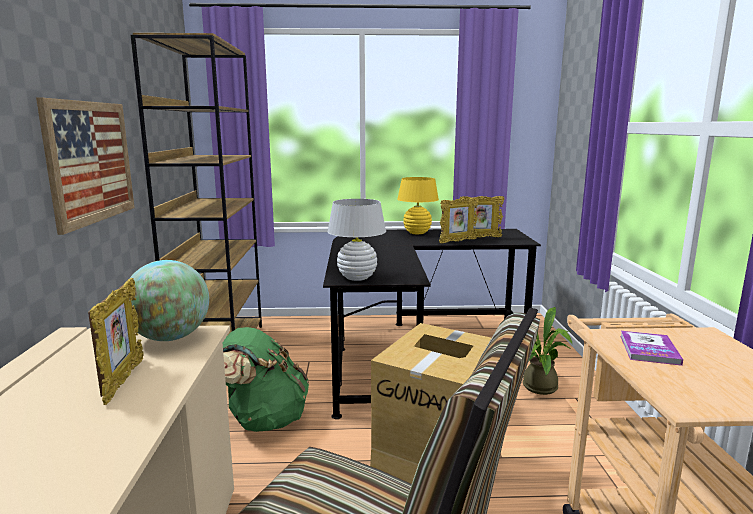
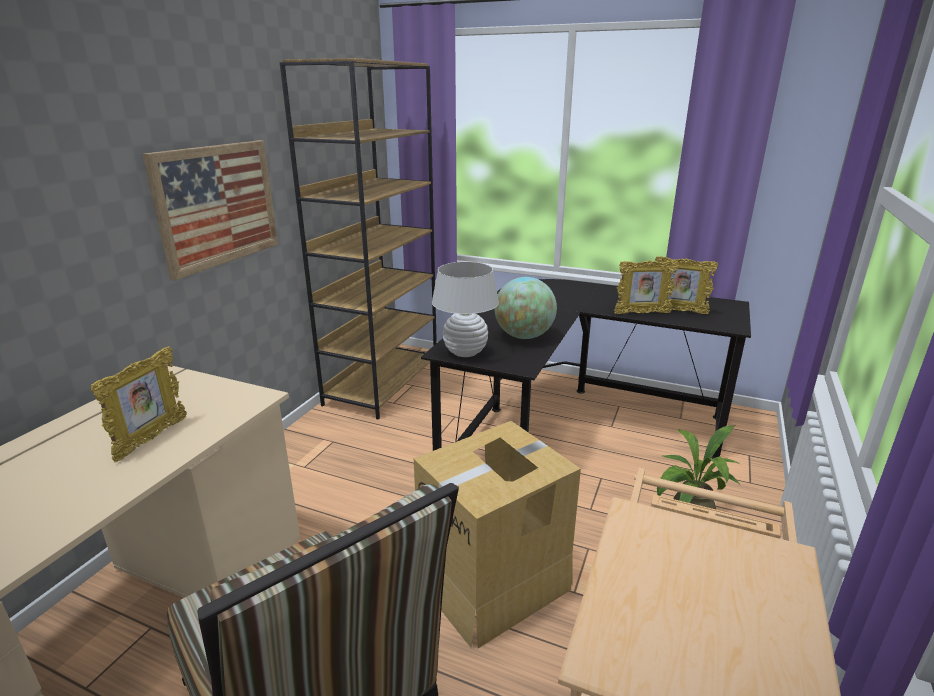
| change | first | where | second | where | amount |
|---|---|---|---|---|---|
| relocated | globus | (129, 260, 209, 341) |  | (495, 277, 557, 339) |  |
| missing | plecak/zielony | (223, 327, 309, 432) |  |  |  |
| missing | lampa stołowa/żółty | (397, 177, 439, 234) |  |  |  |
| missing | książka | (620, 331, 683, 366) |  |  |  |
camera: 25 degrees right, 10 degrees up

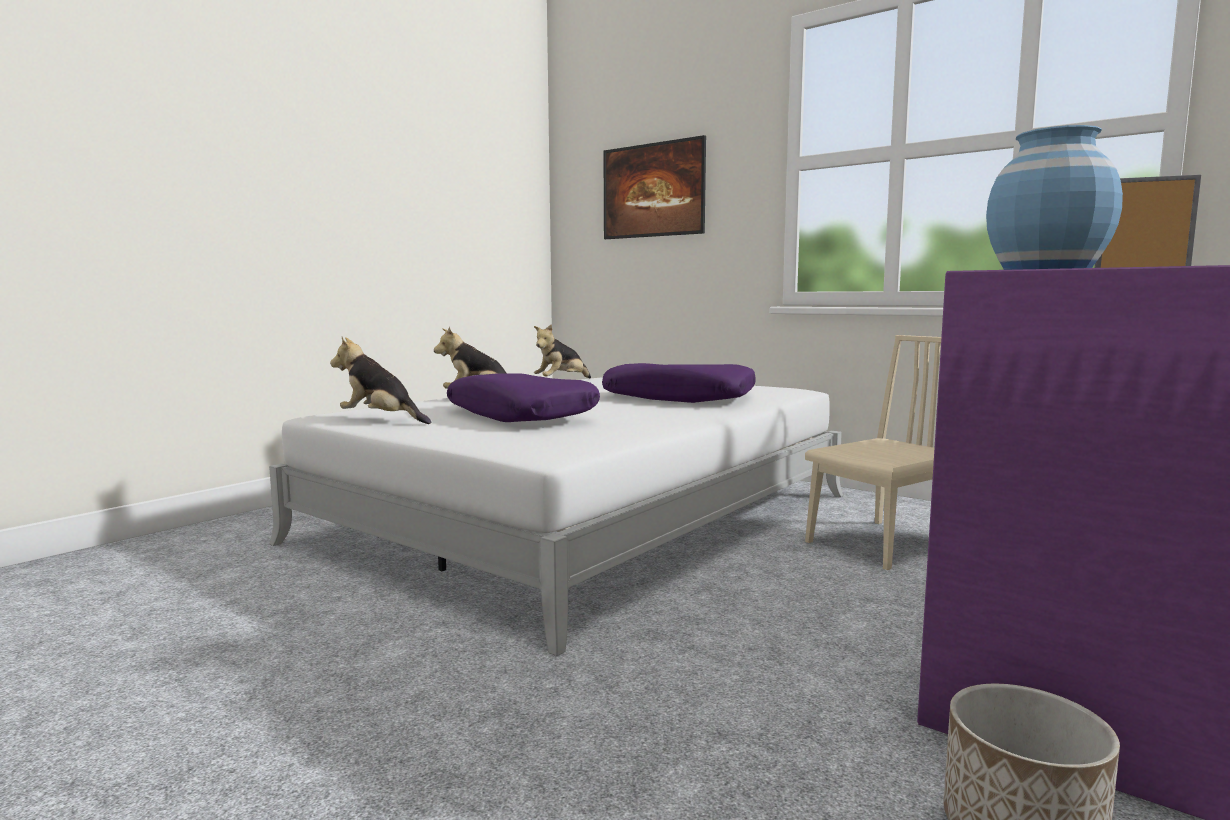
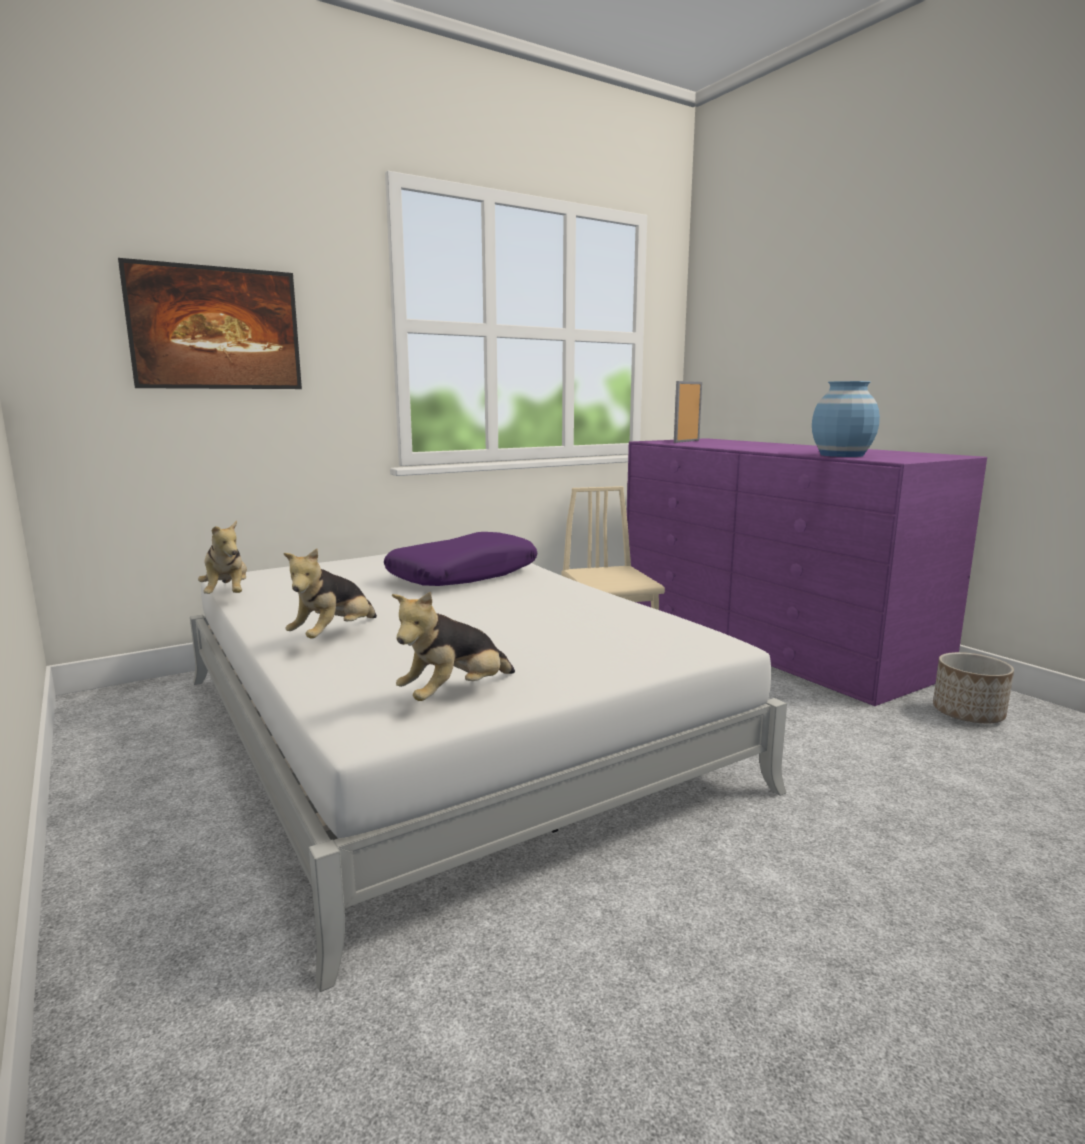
| change | first | where | second | where | amount |
|---|---|---|---|---|---|
| missing | poduszka/fioletowy | (447, 373, 600, 422) |  |  |  |
camera: 70 degrees left, 5 degrees up

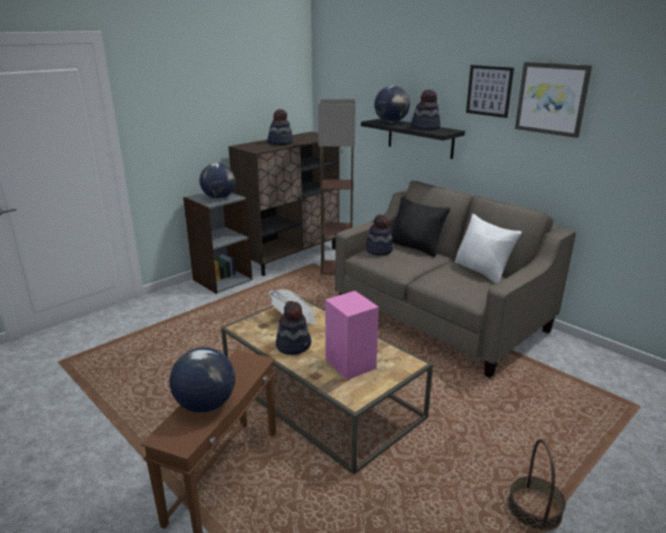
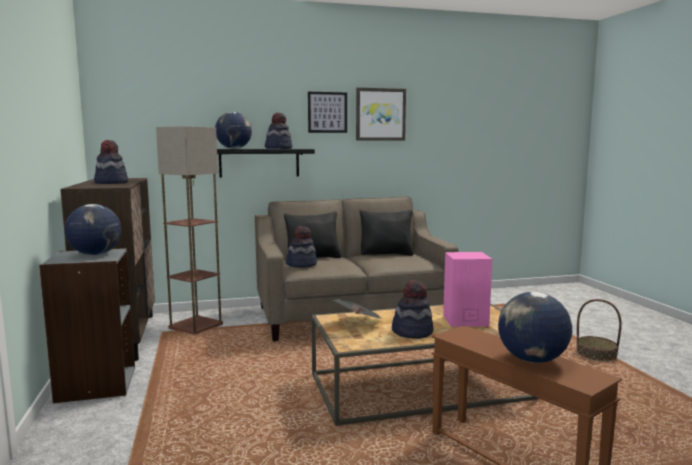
| change | first | where | second | where | amount |
|---|---|---|---|---|---|
| colour | poduszka/biały | (455, 214, 522, 284) | poduszka/czarny | (360, 210, 414, 256) |  |
camera: 60 degrees left, 15 degrees down

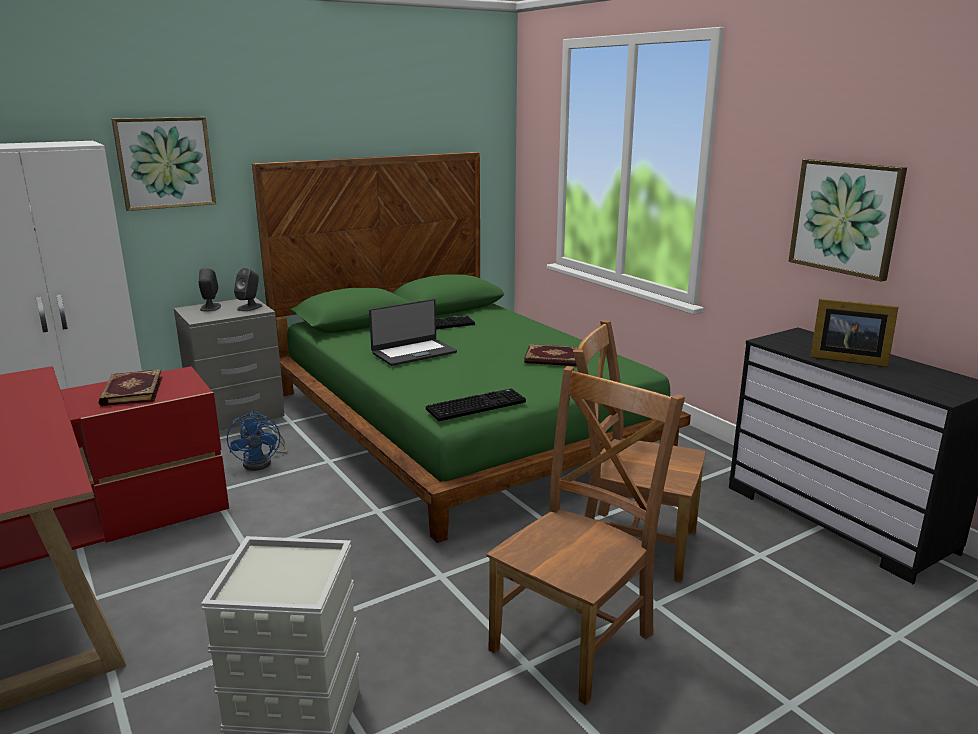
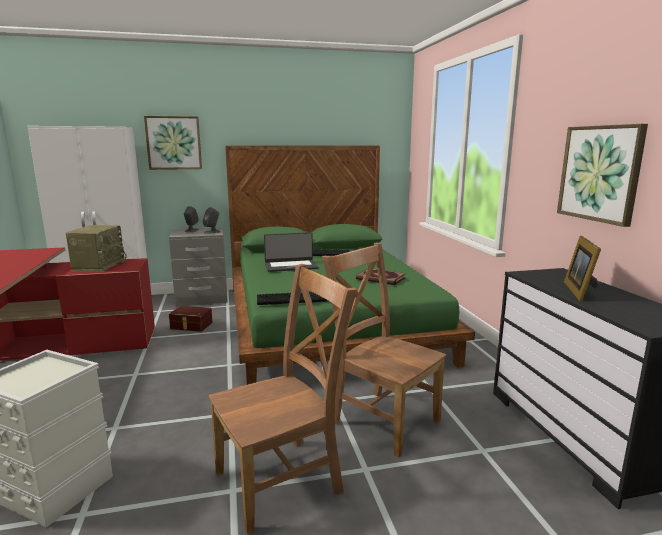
| change | first | where | second | where | amount |
|---|---|---|---|---|---|
| exchanged | książka | (99, 369, 162, 406) | radio | (66, 225, 126, 272) |  |
| exchanged | wentylator/niebieski | (227, 411, 287, 471) | pojemnik do przechowywania/brązowy | (169, 306, 213, 332) |  |
| spun | ramka na zdjęcie | (810, 299, 899, 367) |  | (564, 236, 601, 302) | 60 degrees clockwise |
camera: 20 degrees right, 5 degrees down

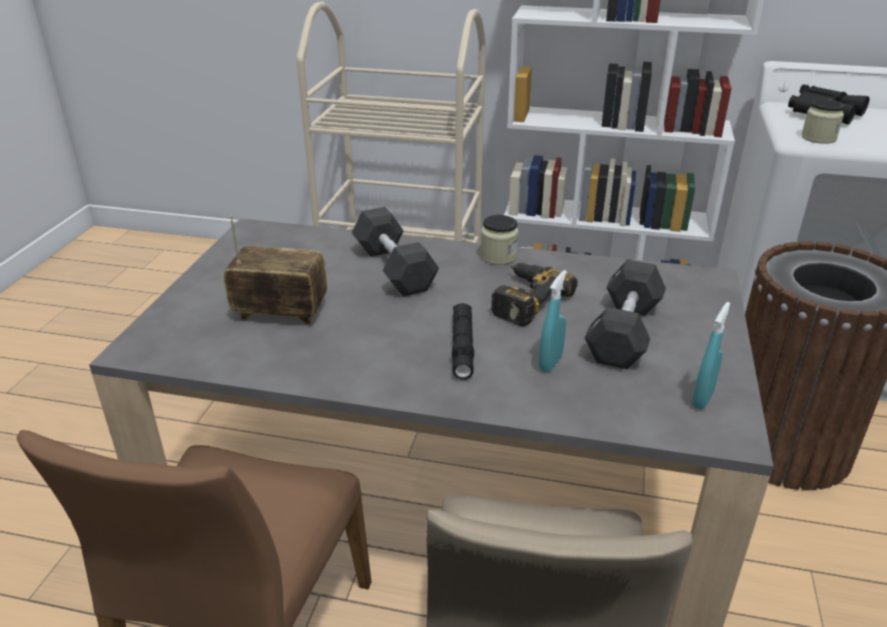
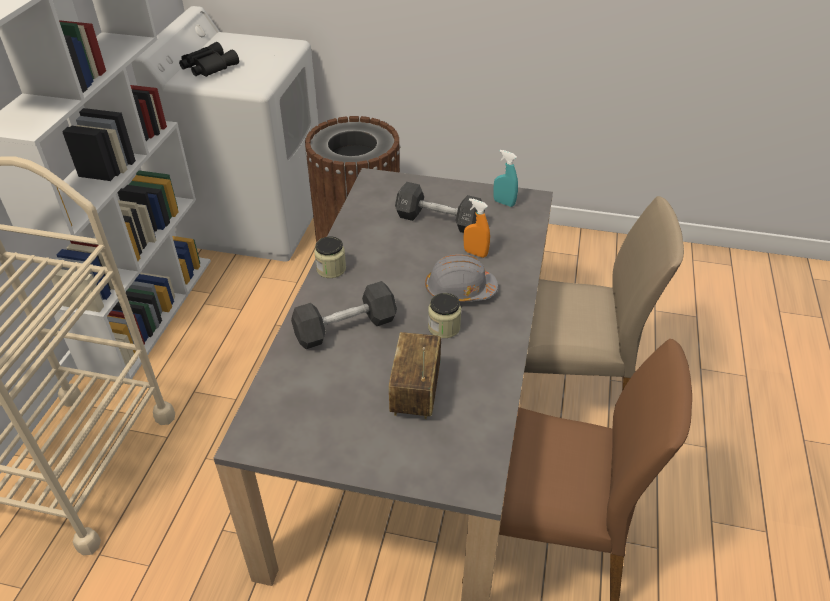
| change | first | where | second | where | amount |
|---|---|---|---|---|---|
| exchanged | latarka/czarny | (452, 303, 474, 380) | kask/szary | (425, 254, 498, 303) |  |
| missing | wiertarka | (491, 263, 578, 326) |  |  |  |
| colour | spryskiwacz/turkusowy | (539, 270, 567, 372) | spryskiwacz/pomarańczowy | (464, 198, 490, 258) |  |
| relocated | słoik | (801, 99, 845, 144) |  | (428, 293, 461, 338) |  |
camera: 90 degrees left, 10 degrees up

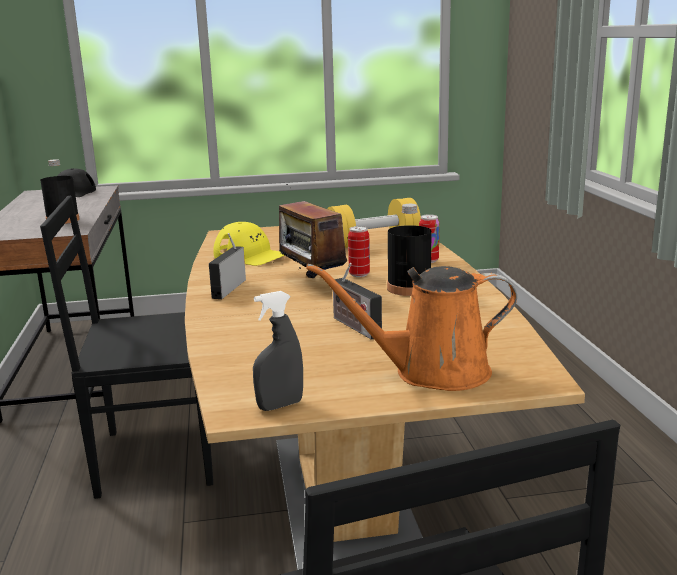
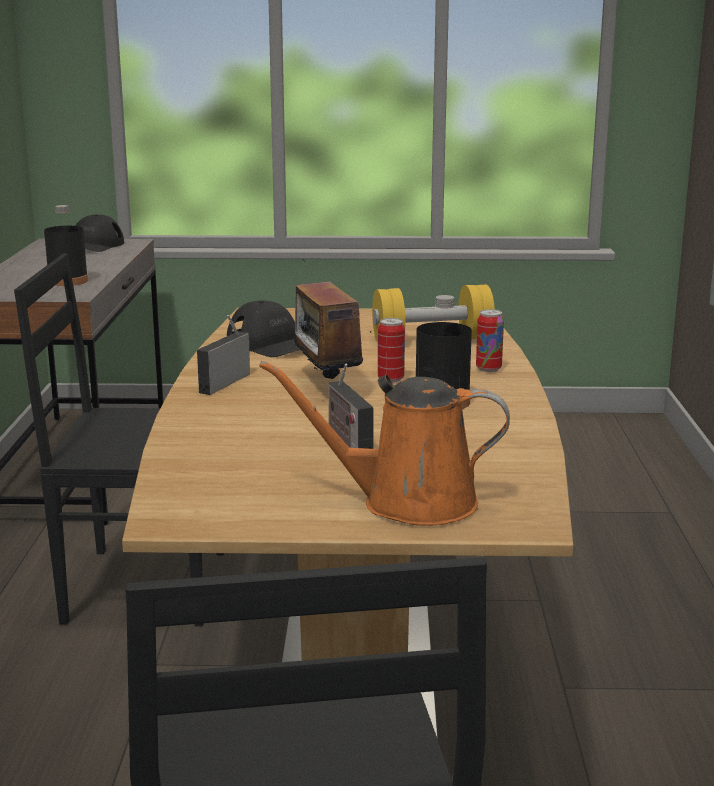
| change | first | where | second | where | amount |
|---|---|---|---|---|---|
| colour | czapka z daszkiem/żółty | (213, 222, 285, 266) | czapka z daszkiem/czarny | (227, 300, 300, 357) |  |
| missing | spryskiwacz/szary | (253, 291, 303, 411) |  |  |  |
camera: 10 degrees right, 0 degrees up

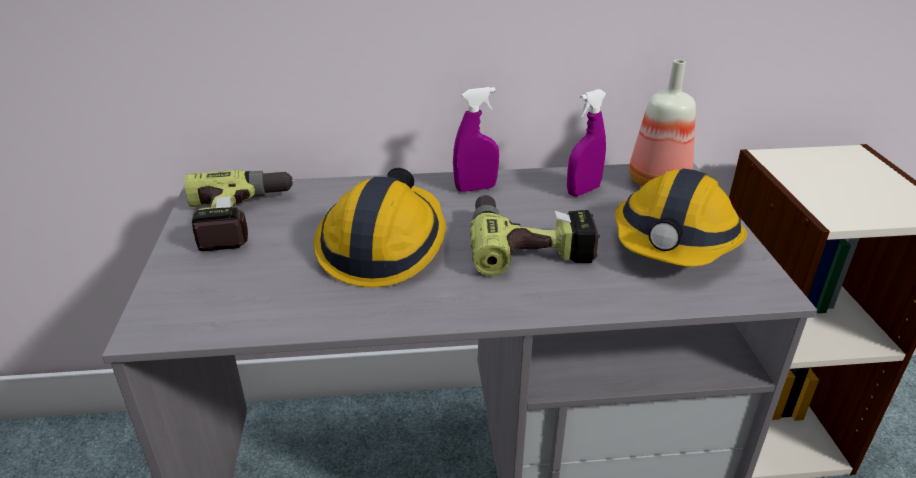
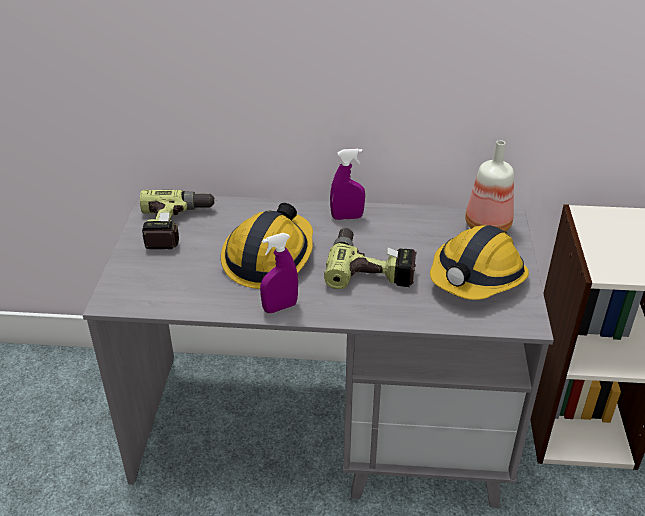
| change | first | where | second | where | amount |
|---|---|---|---|---|---|
| relocated | spryskiwacz/fioletowy | (567, 89, 606, 197) |  | (260, 233, 298, 313) |  |
camera: 10 degrees right, 5 degrees up

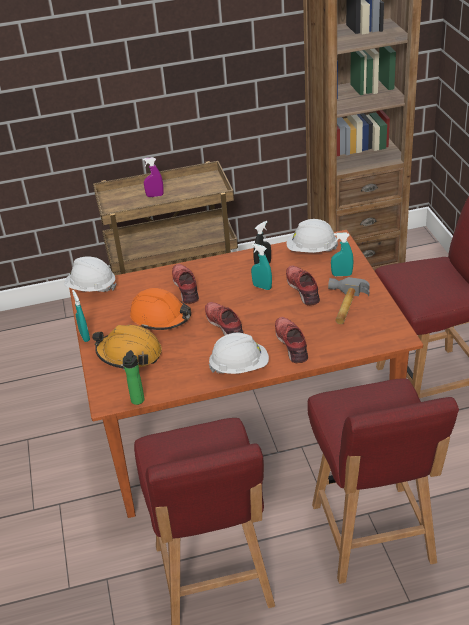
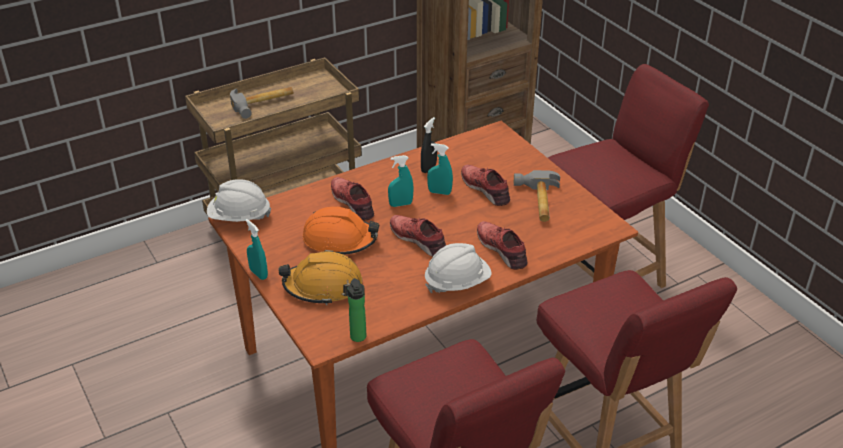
| change | first | where | second | where | amount |
|---|---|---|---|---|---|
| exchanged | spryskiwacz/fioletowy | (143, 157, 164, 197) | młotek | (230, 87, 294, 119) |  |
| missing | kask/biały | (287, 219, 338, 253) |  |  |  |
| relocated | spryskiwacz/turkusowy | (331, 233, 354, 276) |  | (388, 155, 414, 207) |  |
camera: 20 degrees left, 0 degrees up

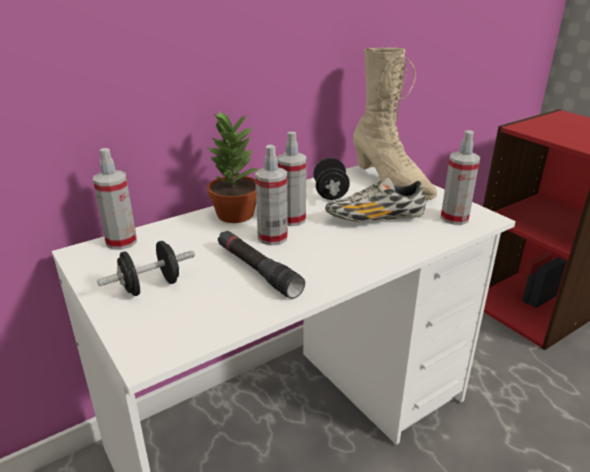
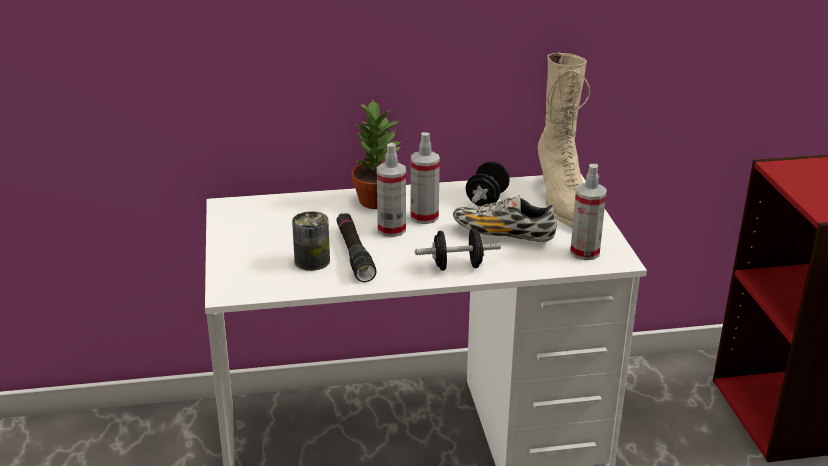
| change | first | where | second | where | amount |
|---|---|---|---|---|---|
| missing | spryskiwacz | (93, 148, 137, 250) |  |  |  |
| relocated | hantel/czarny | (97, 241, 195, 296) |  | (415, 229, 501, 271) |  |
| appeared |  |  | puszka | (292, 211, 330, 271) |  |
camera: 25 degrees right, 0 degrees up

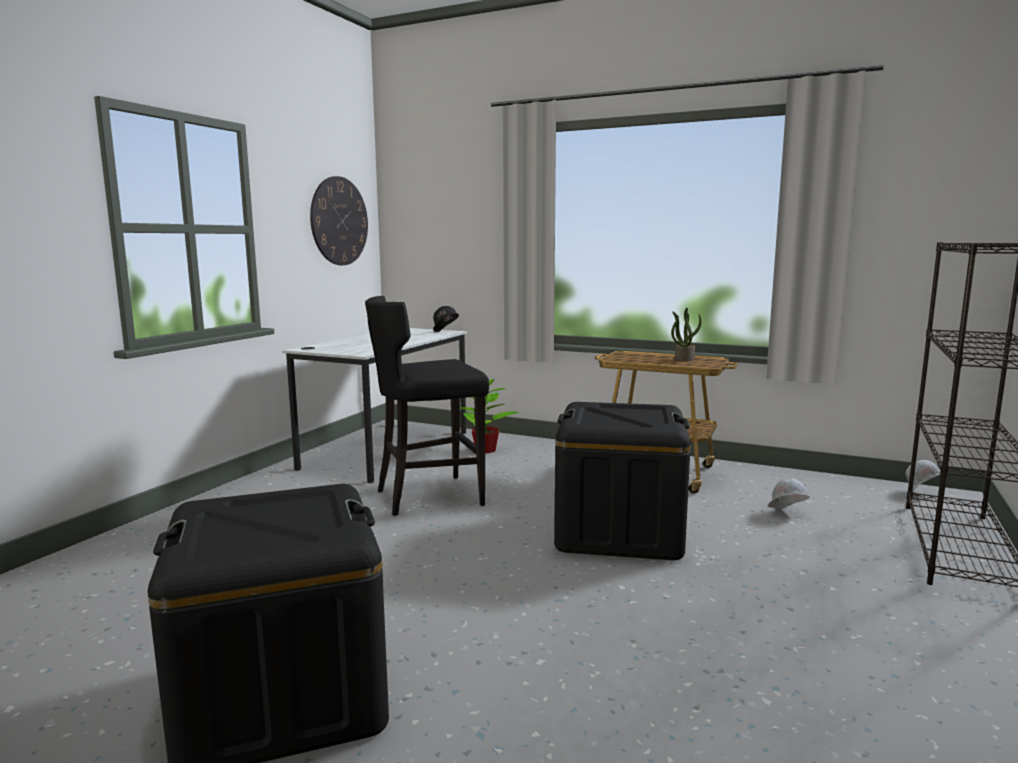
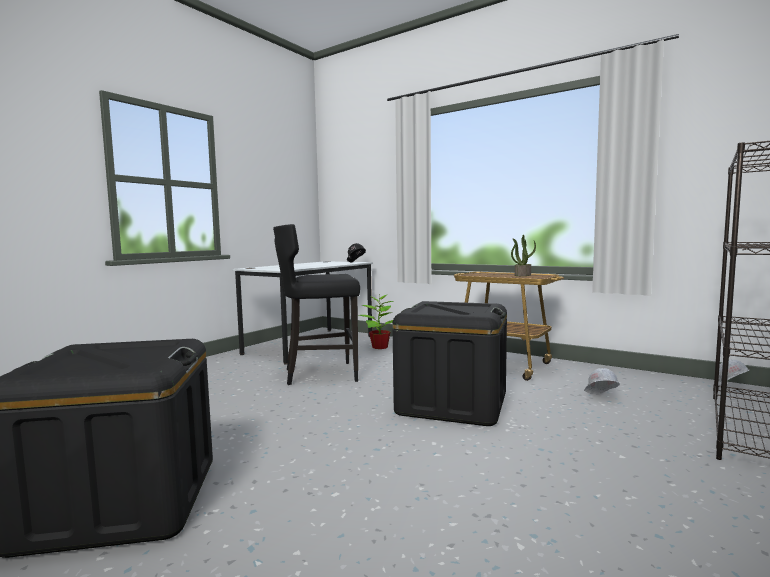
| change | first | where | second | where | amount |
|---|---|---|---|---|---|
| missing | zegar ścienny | (310, 176, 368, 265) |  |  |  |
camera: 10 degrees right, 5 degrees down

